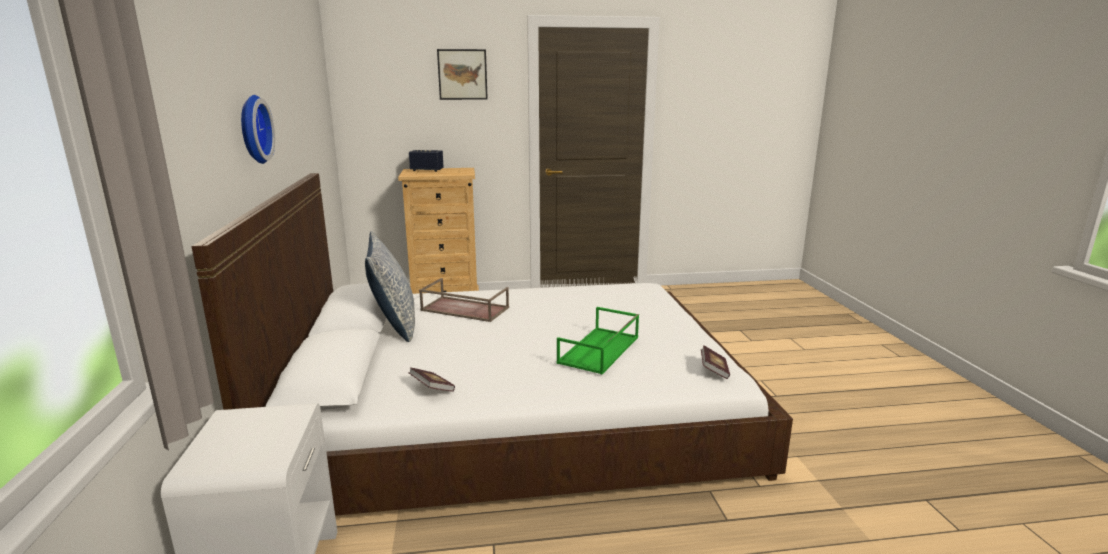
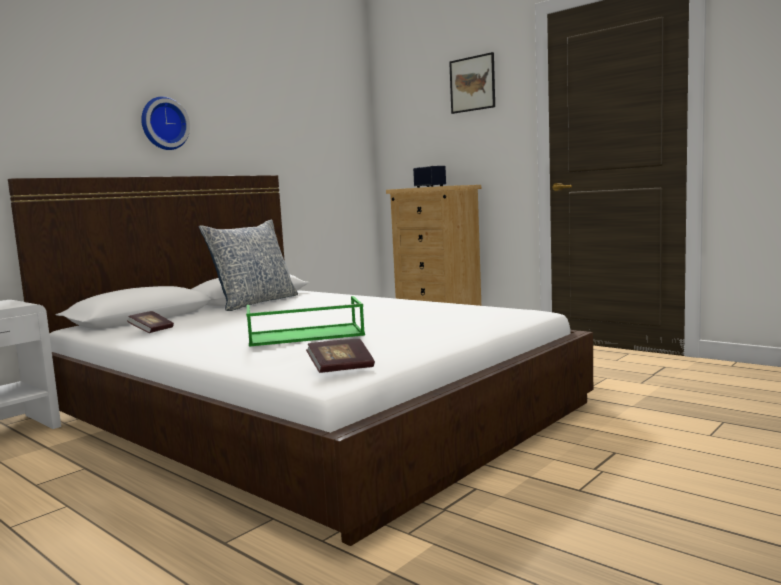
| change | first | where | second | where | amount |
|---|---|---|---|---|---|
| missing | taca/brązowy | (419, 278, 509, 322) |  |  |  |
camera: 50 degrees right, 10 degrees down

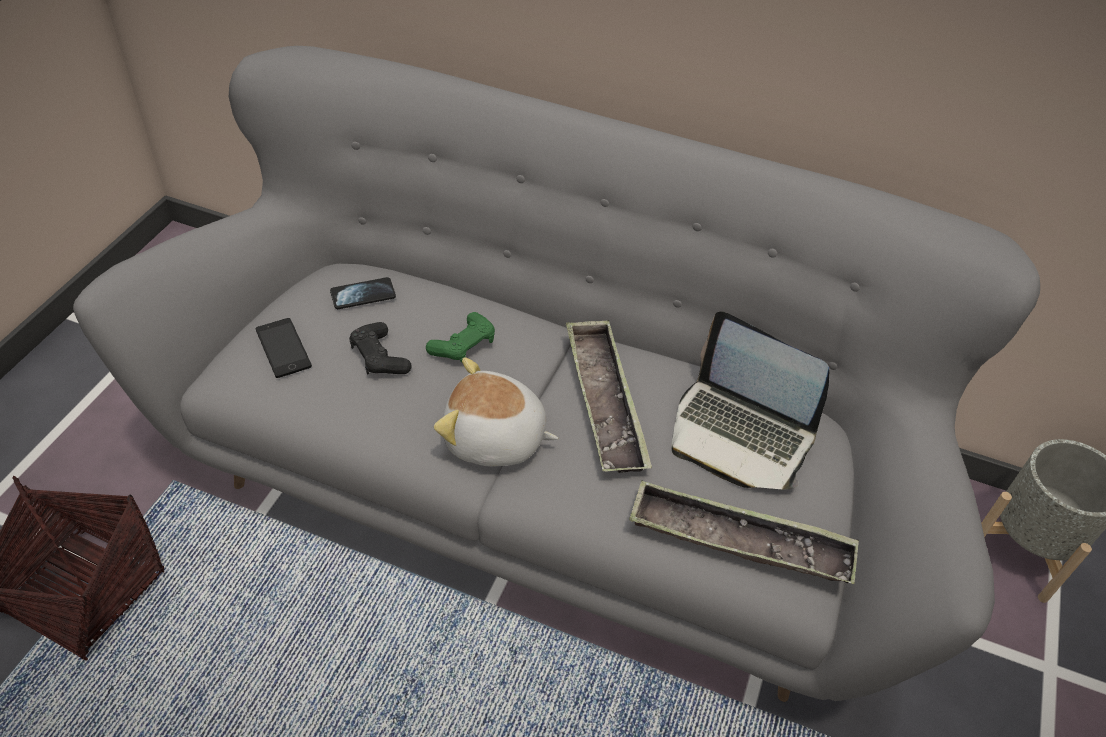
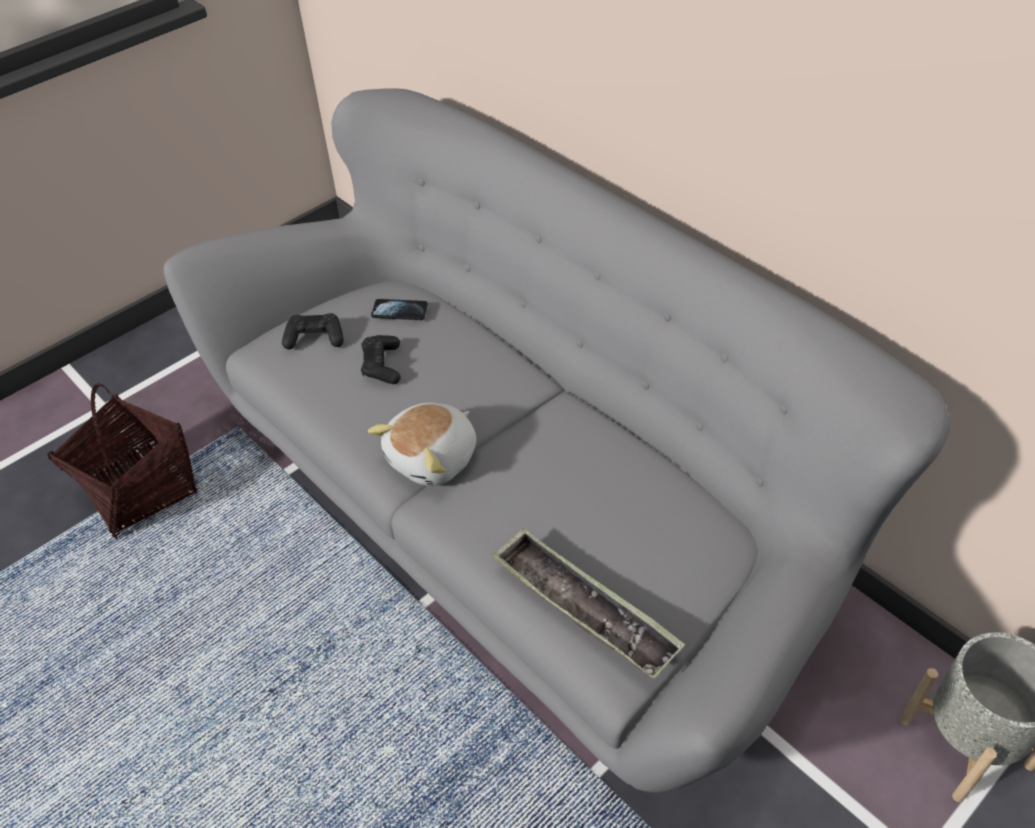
| change | first | where | second | where | amount |
|---|---|---|---|---|---|
| exchanged | telefon | (256, 318, 312, 378) | pad do gier/czarny | (282, 313, 344, 349) |  |
| missing | pad do gier/zielony | (426, 312, 495, 362) |  |  |  |
| spun | pluszak | (434, 357, 558, 466) |  | (368, 402, 476, 486) | 90 degrees counterclockwise |
| missing | taca | (566, 320, 652, 473) |  |  |  |
| missing | laptop | (671, 312, 829, 489) |  |  |  |
camera: 30 degrees right, 0 degrees up

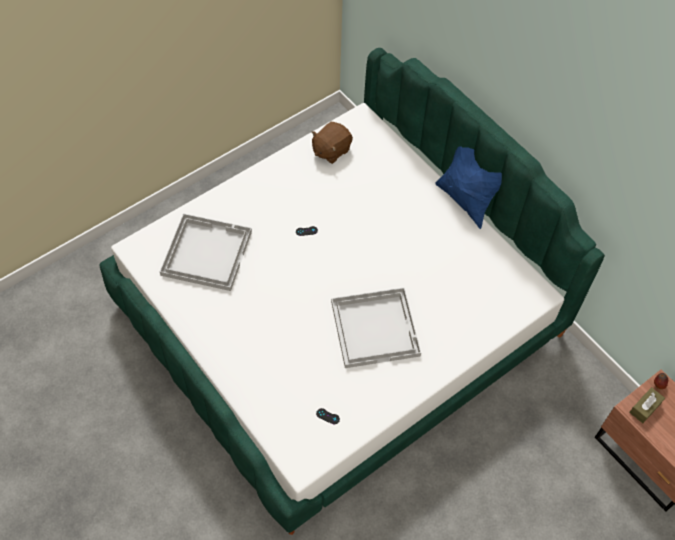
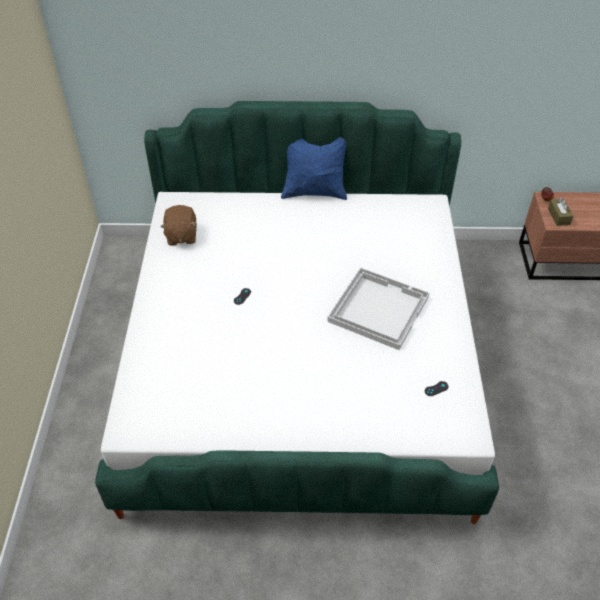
| change | first | where | second | where | amount |
|---|---|---|---|---|---|
| missing | taca/biały | (160, 213, 252, 291) |  |  |  |
camera: 50 degrees left, 10 degrees down

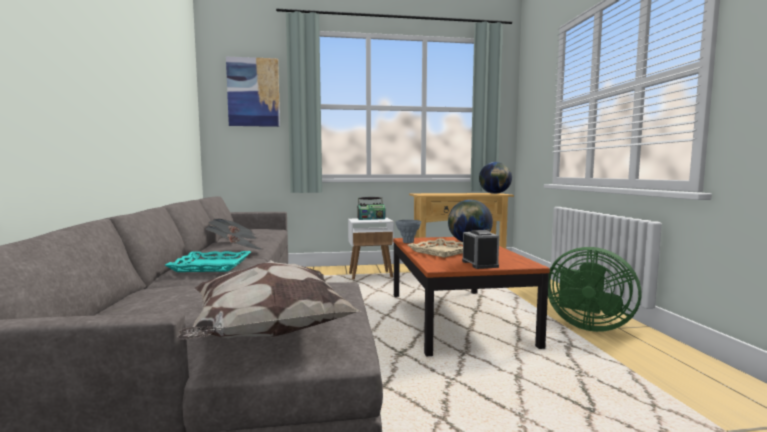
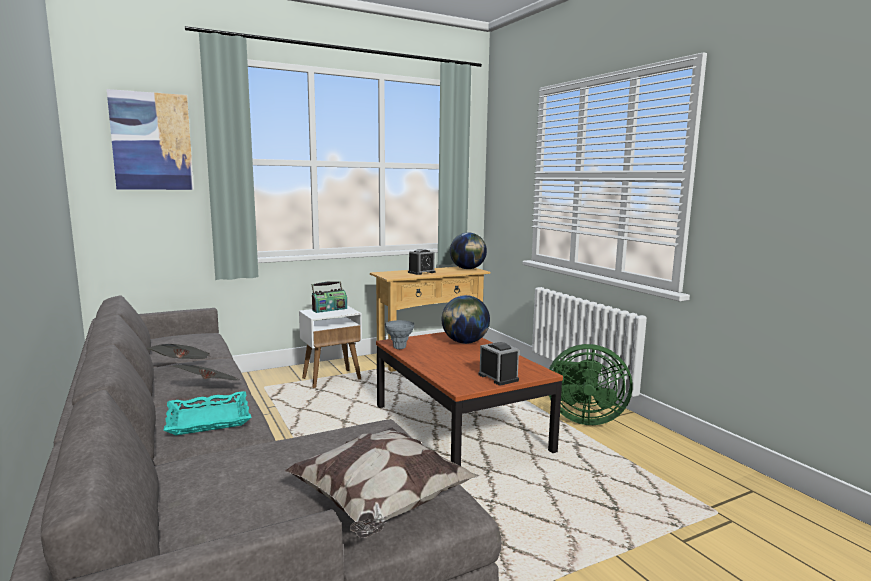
| change | first | where | second | where | amount |
|---|---|---|---|---|---|
| missing | taca/beżowy | (408, 238, 463, 258) |  |  |  |
| appeared |  |  | budzik | (408, 249, 435, 275) |  |
camera: 20 degrees left, 5 degrees up

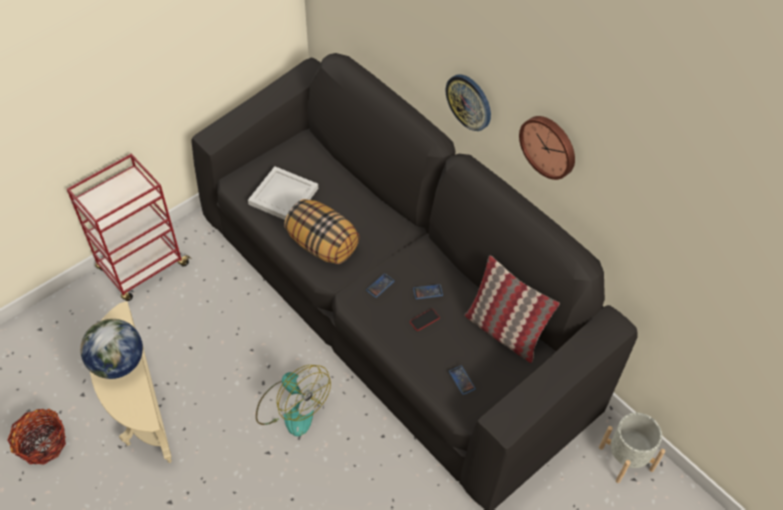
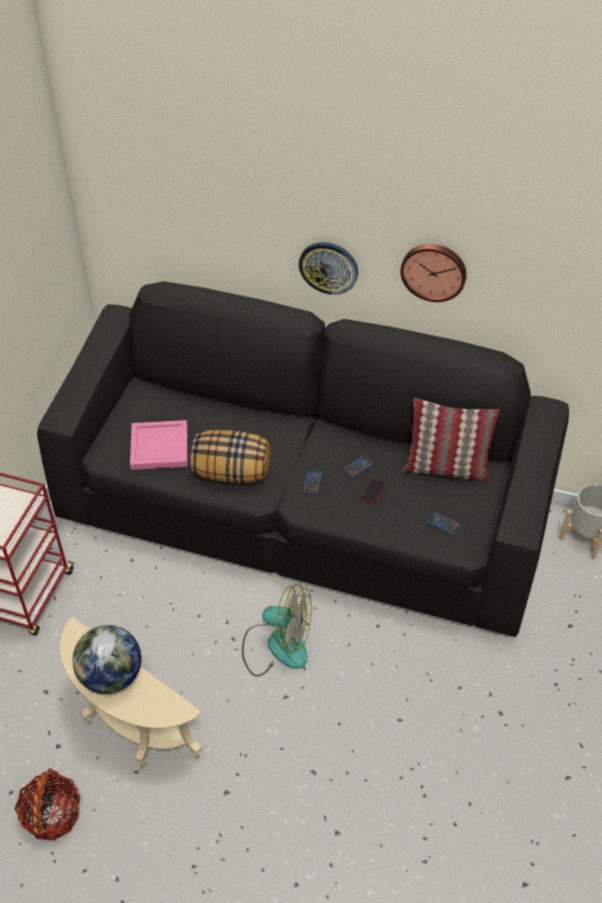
| change | first | where | second | where | amount |
|---|---|---|---|---|---|
| colour | taca/biały | (248, 166, 318, 220) | taca/różowy | (130, 420, 188, 470) |  |
camera: 30 degrees left, 5 degrees down

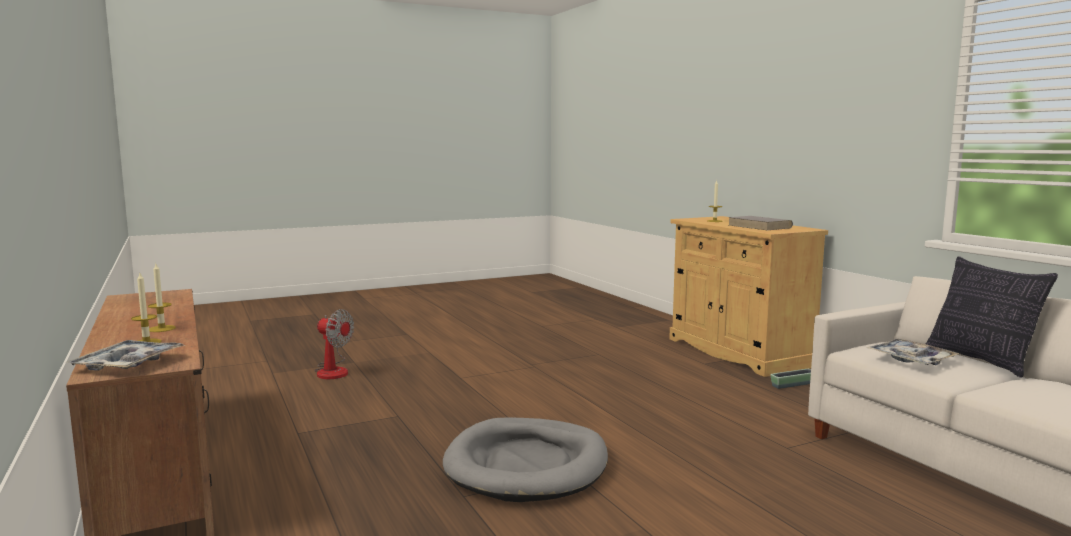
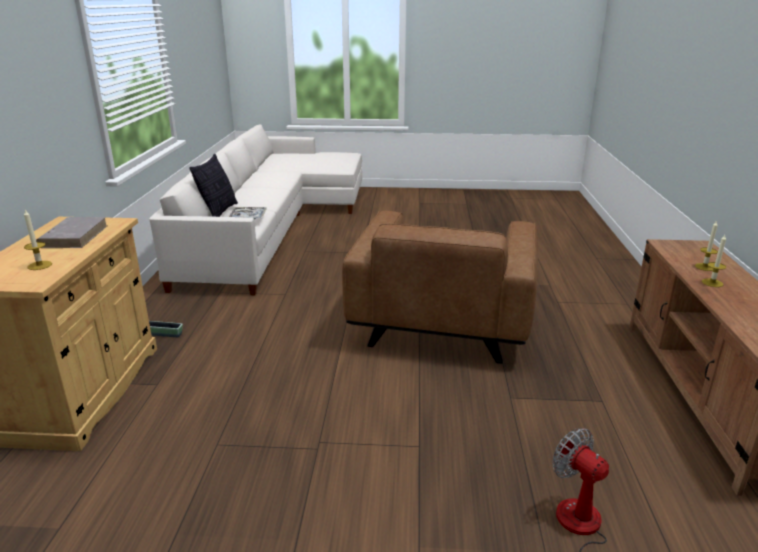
| change | first | where | second | where | amount |
|---|---|---|---|---|---|
| missing | taca | (65, 340, 185, 371) |  |  |  |
| exchanged | legowisko/szary | (443, 417, 608, 502) | fotel/brązowy | (342, 211, 538, 364) |  |
camera: 150 degrees left, 15 degrees up

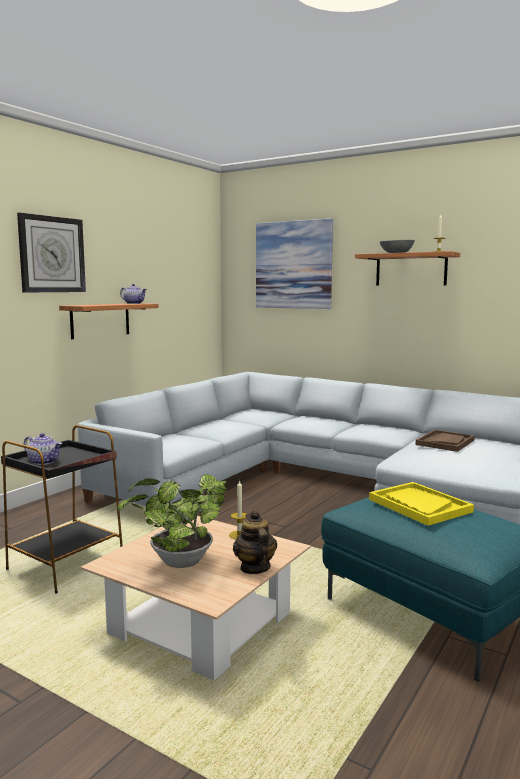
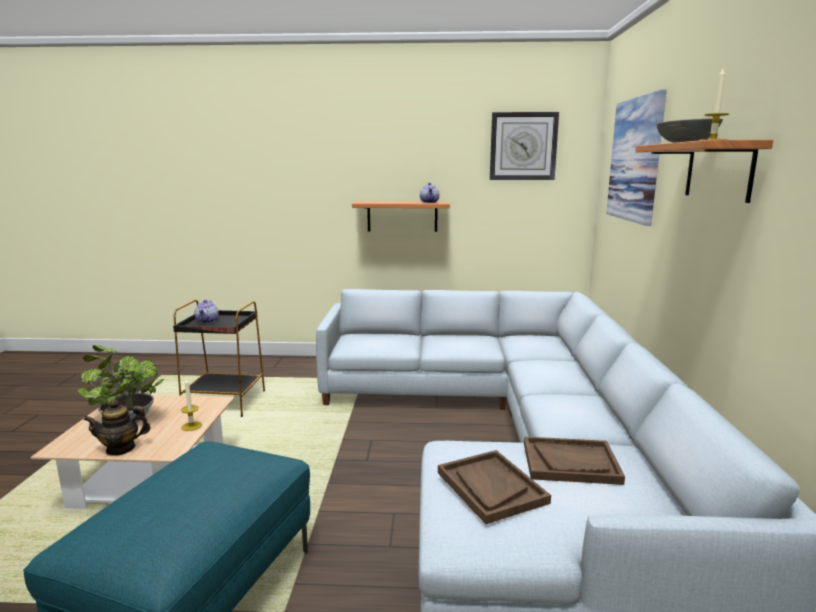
| change | first | where | second | where | amount |
|---|---|---|---|---|---|
| relocated | zegar ścienny | (17, 213, 86, 292) |  | (490, 112, 559, 180) |  |
| spun | imbryk | (233, 510, 277, 574) |  | (83, 400, 151, 456) | 150 degrees counterclockwise |
| missing | taca/żółty | (369, 482, 474, 526) |  |  |  |
| appeared |  |  | taca/brązowy | (438, 450, 551, 524) |  |
camera: 60 degrees right, 5 degrees up

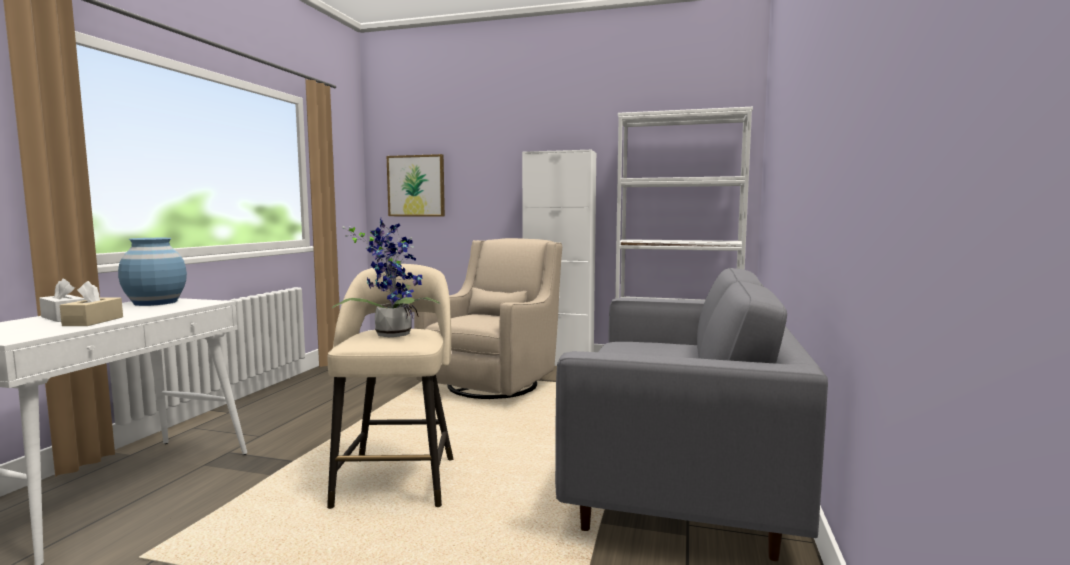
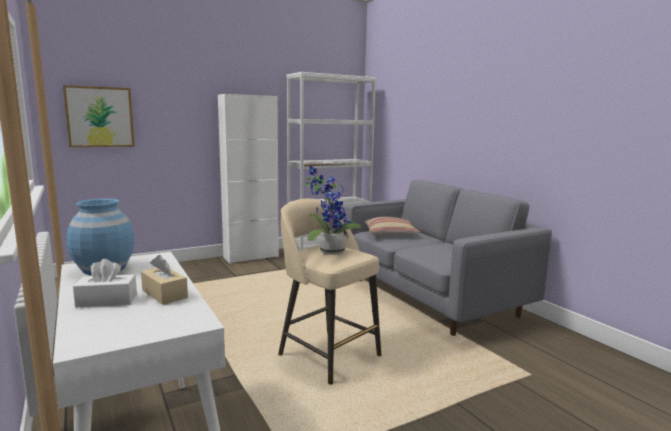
| change | first | where | second | where | amount |
|---|---|---|---|---|---|
| missing | fotel/beżowy | (414, 238, 562, 399) |  |  |  |
| appeared |  |  | poduszka | (365, 217, 420, 236) |  |
camera: 45 degrees left, 5 degrees up

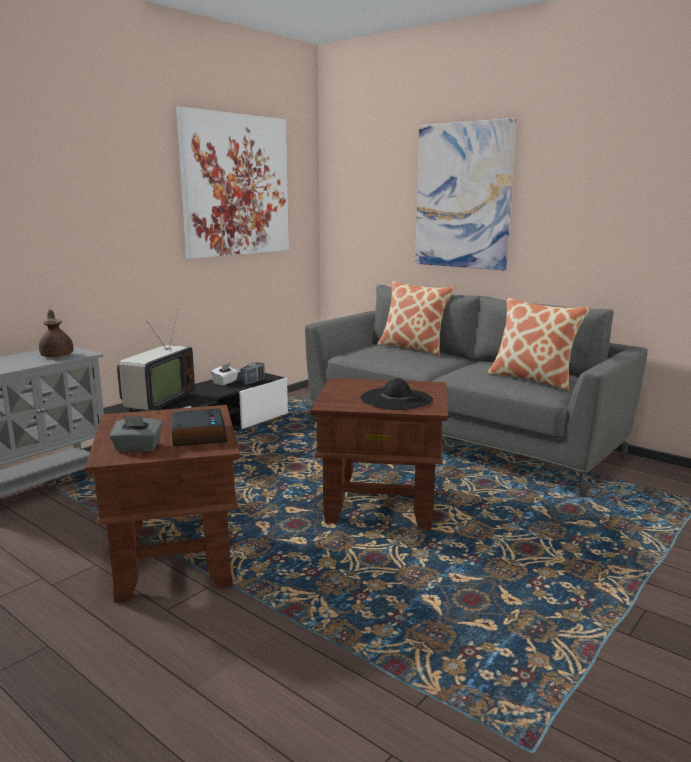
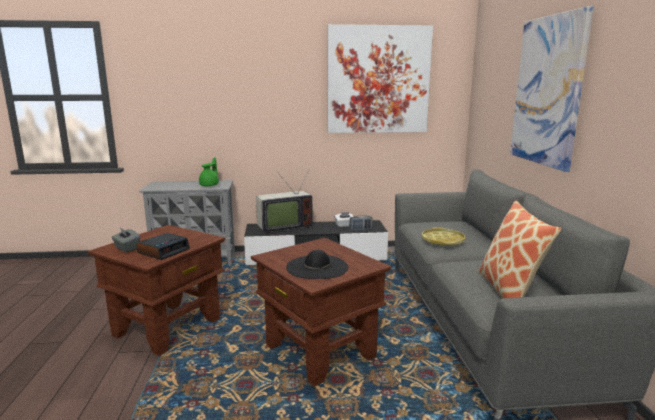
| change | first | where | second | where | amount |
|---|---|---|---|---|---|
| colour | imbryk/brązowy | (39, 310, 74, 357) | imbryk/zielony | (199, 157, 219, 186) |  |
| missing | poduszka | (377, 281, 455, 356) |  |  |  |
| appeared |  |  | taca/żółty | (422, 227, 465, 246) |  |
camera: 45 degrees right, 0 degrees up

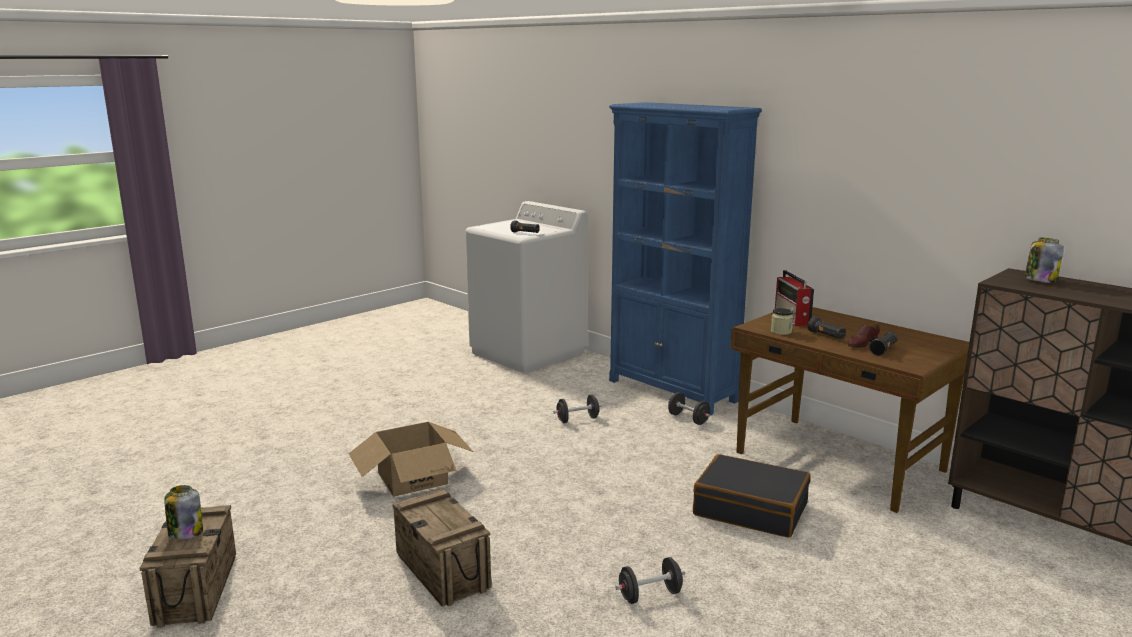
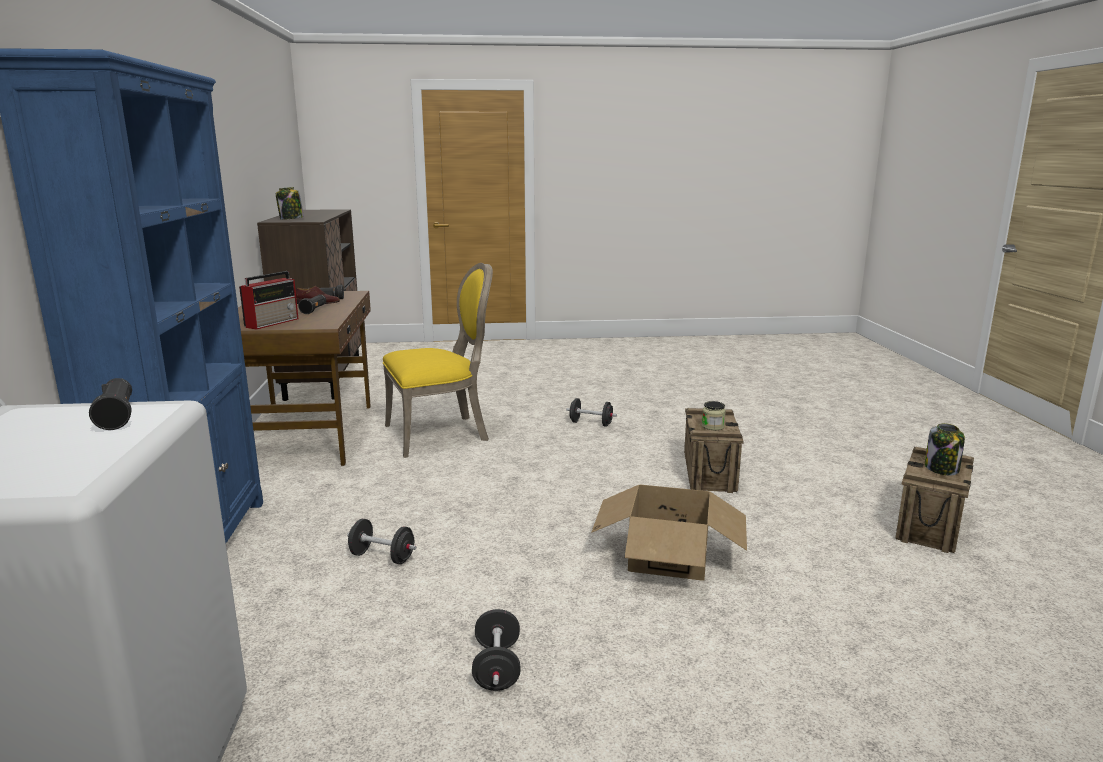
| change | first | where | second | where | amount |
|---|---|---|---|---|---|
| relocated | hantel/czarny | (668, 392, 710, 425) |  | (472, 609, 521, 691) |  |
| exchanged | walizka/czarny | (693, 454, 810, 538) | krzesło/żółty | (383, 263, 493, 458) |  |
| relocated | słoik | (771, 308, 793, 335) |  | (702, 401, 726, 430) |  |
camera: 140 degrees left, 0 degrees up

